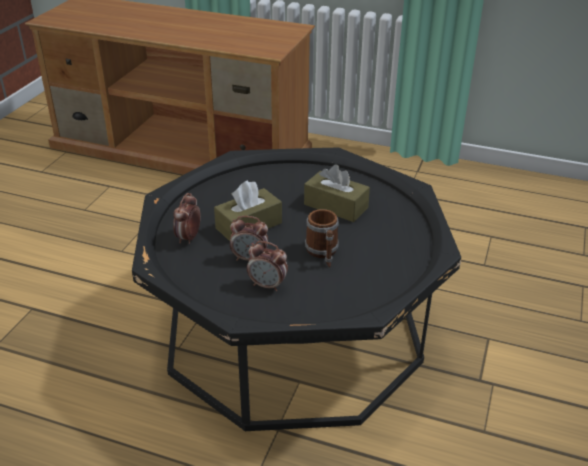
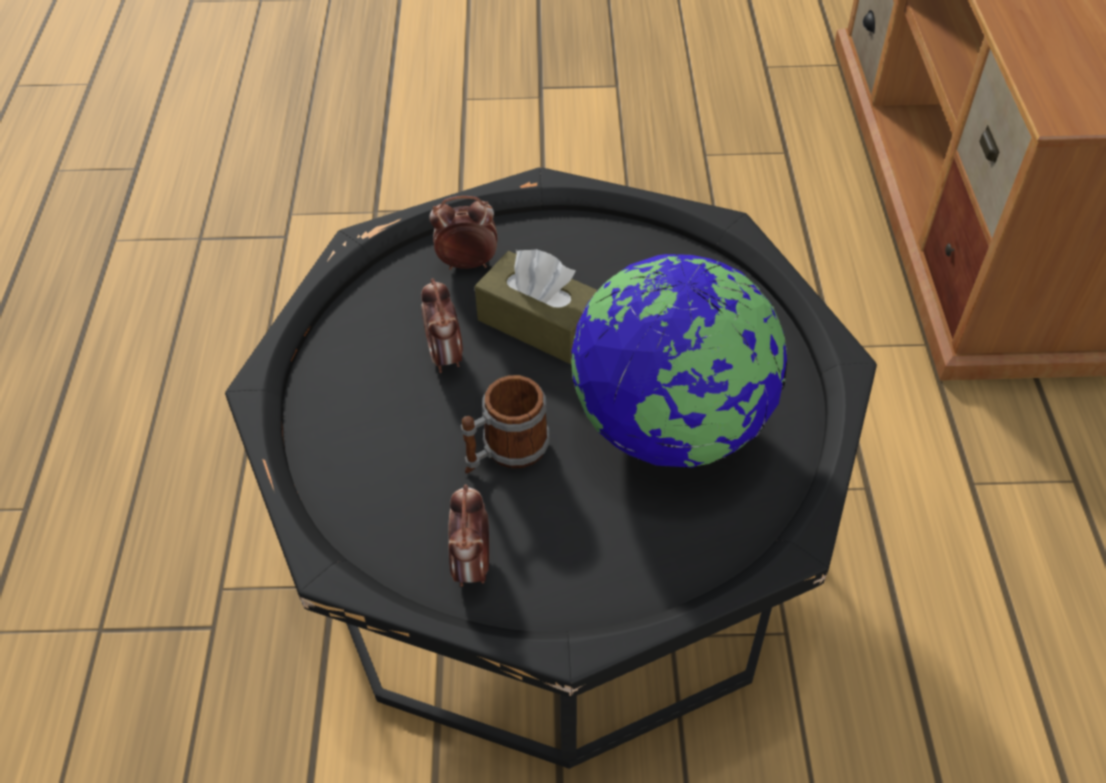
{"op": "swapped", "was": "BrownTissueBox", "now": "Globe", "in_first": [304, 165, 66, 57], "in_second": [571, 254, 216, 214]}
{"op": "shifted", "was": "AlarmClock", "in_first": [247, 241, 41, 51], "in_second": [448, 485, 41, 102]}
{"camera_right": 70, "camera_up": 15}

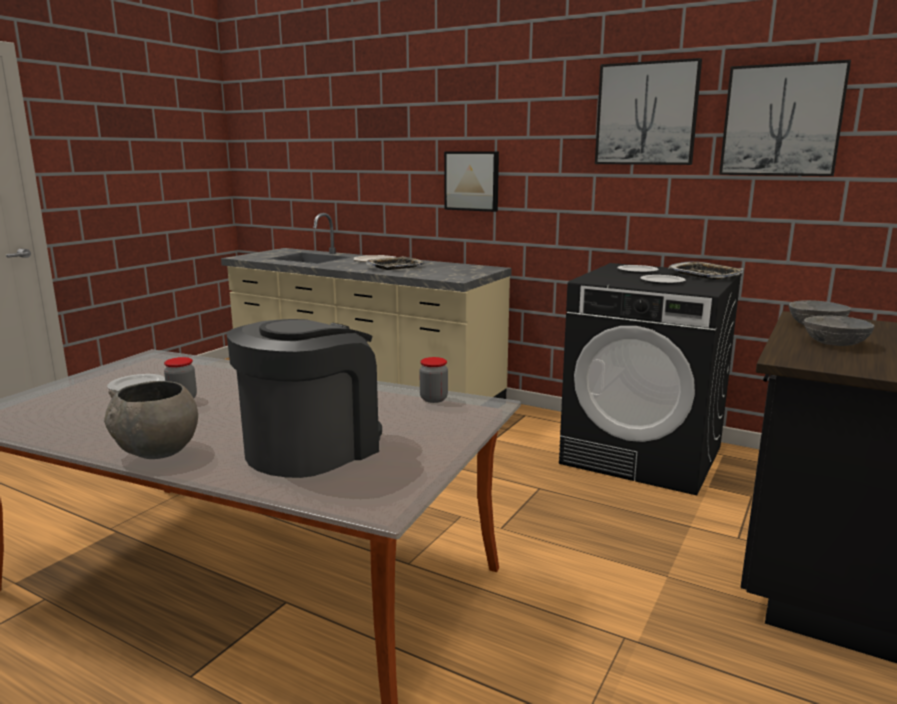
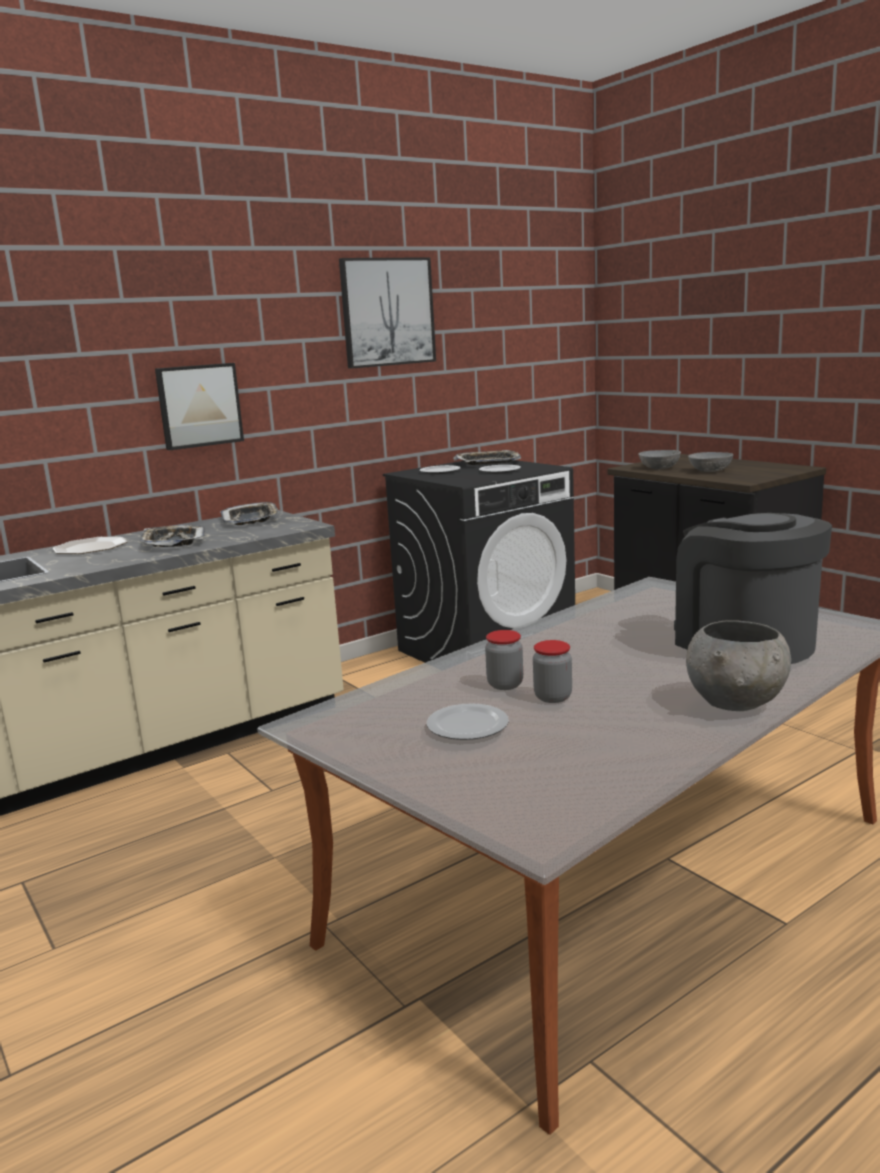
{"op": "gone", "was": "Picture", "in_first": [719, 60, 132, 116]}
{"op": "shifted", "was": "Jar", "in_first": [419, 357, 29, 46], "in_second": [485, 630, 38, 60]}
{"op": "new", "now": "Tray", "in_second": [221, 502, 59, 23]}
{"camera_right": -65, "camera_up": 0}

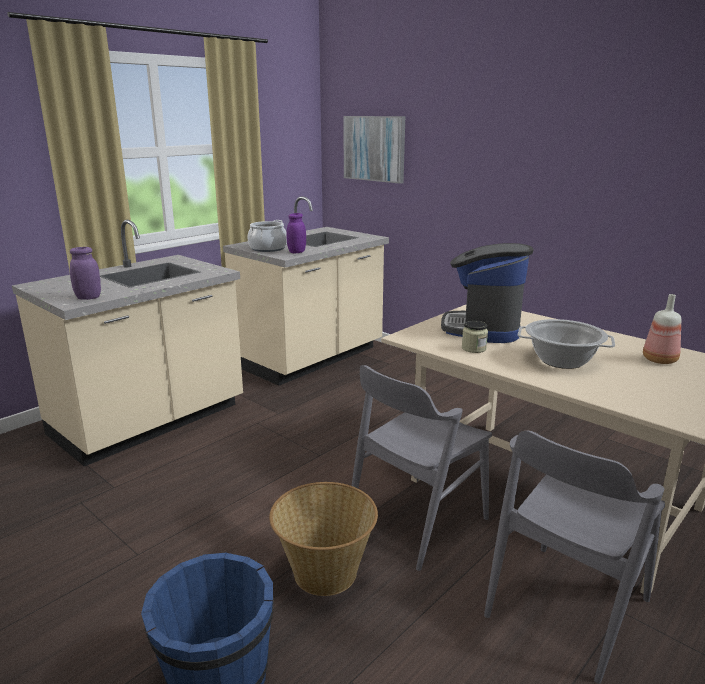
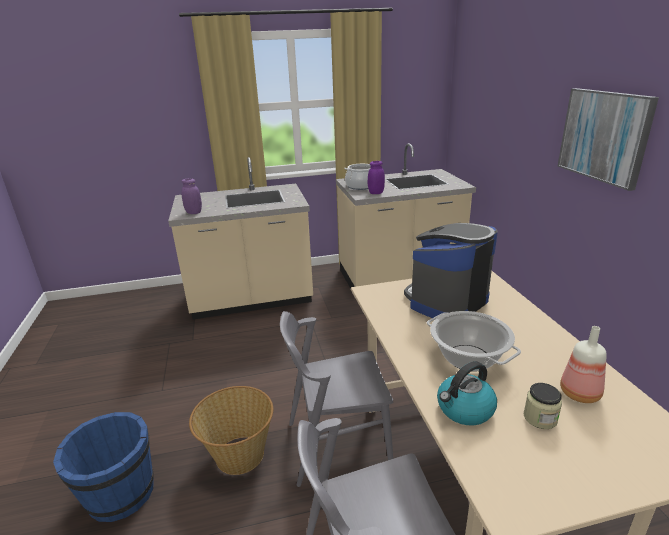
{"op": "shifted", "was": "Picture", "in_first": [343, 116, 62, 68], "in_second": [558, 88, 101, 103]}
{"op": "shifted", "was": "Jar", "in_first": [462, 321, 26, 32], "in_second": [524, 383, 38, 46]}
{"op": "new", "now": "Kettle", "in_second": [437, 361, 60, 64]}
{"camera_right": 35, "camera_up": 5}

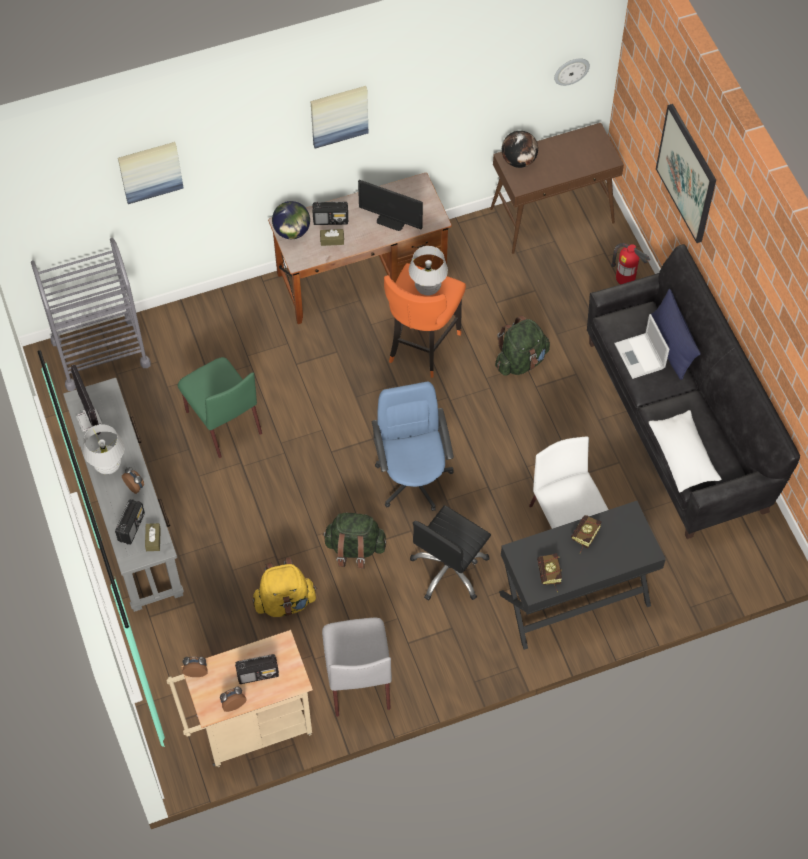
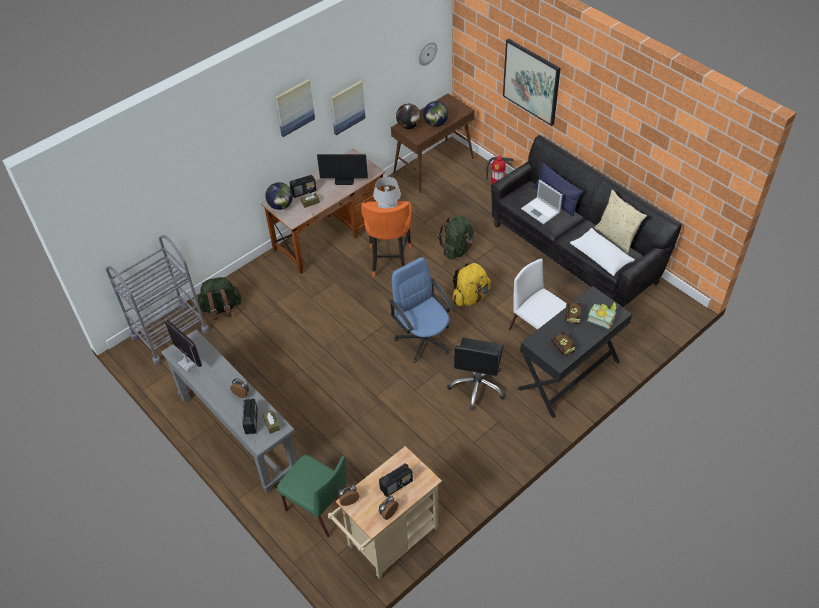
{"op": "shifted", "was": "Picture", "in_first": [118, 142, 66, 62], "in_second": [330, 80, 36, 55]}
{"op": "shifted", "was": "GreenChair", "in_first": [178, 357, 84, 101], "in_second": [277, 454, 70, 84]}
{"op": "gone", "was": "WhiteTableLamp", "in_first": [83, 424, 42, 50]}
{"op": "shifted", "was": "GreenBackpack", "in_first": [323, 512, 64, 56], "in_second": [198, 277, 43, 43]}
{"op": "shifted", "was": "YellowBackpack", "in_first": [253, 557, 64, 60], "in_second": [452, 262, 39, 44]}
{"op": "gone", "was": "GreyChair", "in_first": [322, 618, 70, 99]}
{"op": "new", "now": "Globe", "in_second": [423, 101, 25, 26]}
{"op": "new", "now": "BeigePillow", "in_second": [595, 190, 52, 64]}
{"op": "new", "now": "Book", "in_second": [587, 302, 29, 27]}
{"camera_right": -20, "camera_up": -10}

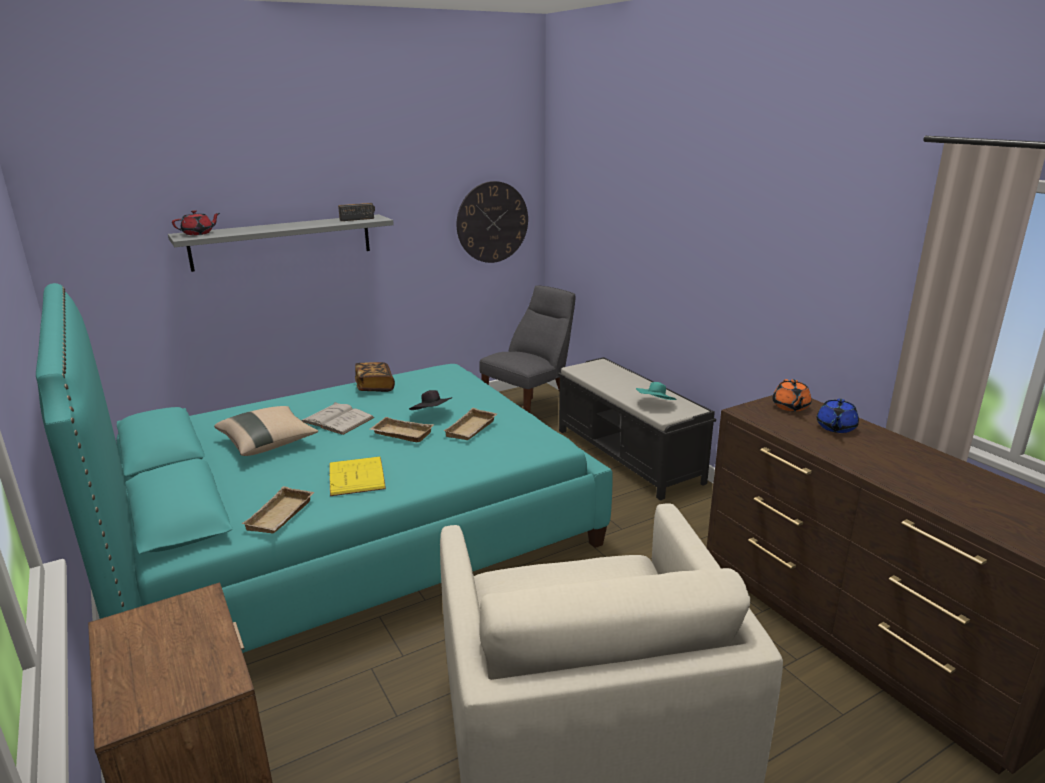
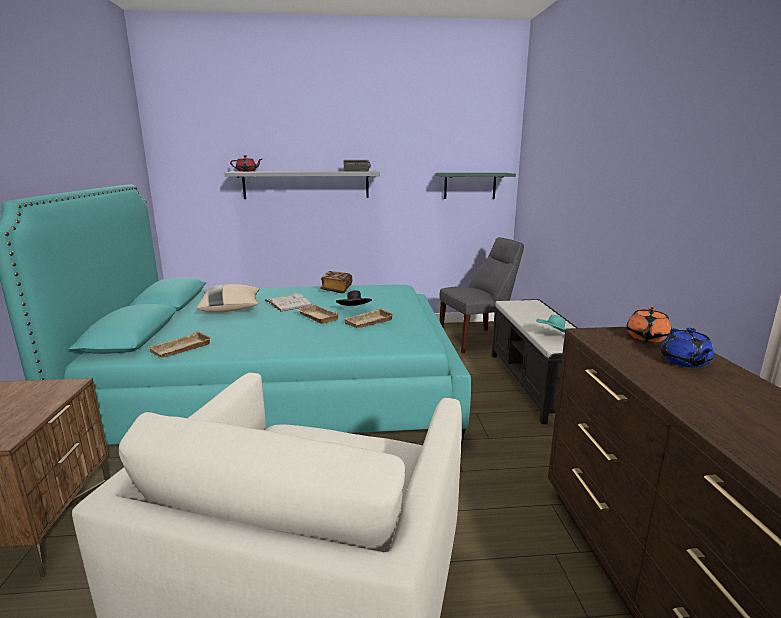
{"op": "swapped", "was": "WallClock", "now": "GreenShelf", "in_first": [457, 181, 71, 82], "in_second": [435, 173, 81, 26]}
{"op": "rotated", "was": "BlueTeapot", "in_first": [817, 398, 42, 35], "in_second": [661, 328, 53, 40], "clockwise": -45}
{"op": "gone", "was": "YellowBook", "in_first": [329, 456, 57, 40]}
{"camera_right": 25, "camera_up": -5}

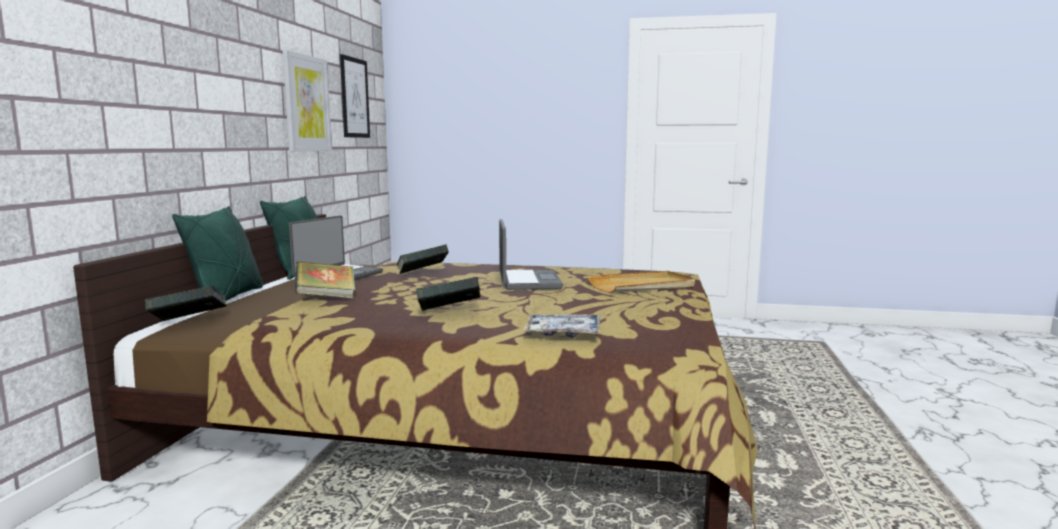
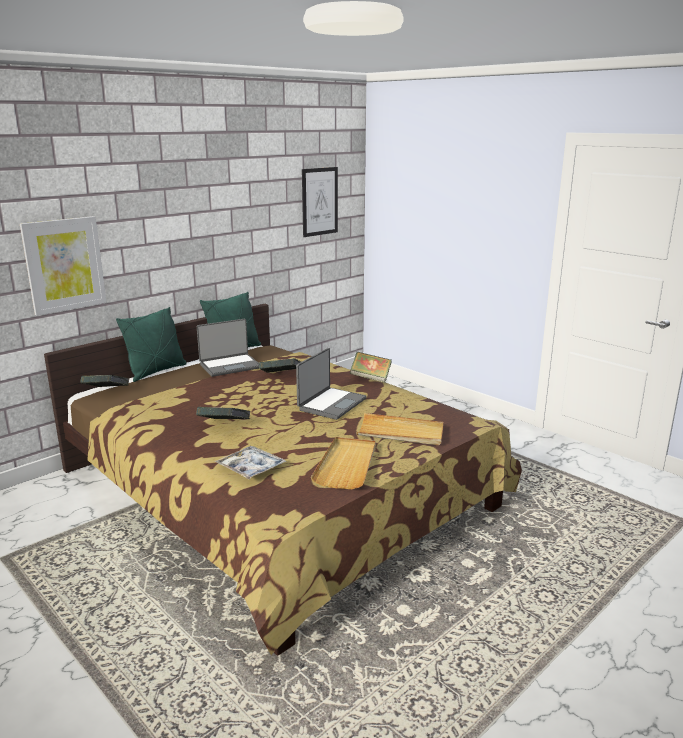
{"op": "shifted", "was": "Picture", "in_first": [282, 50, 50, 102], "in_second": [20, 216, 86, 100]}
{"op": "shifted", "was": "Book", "in_first": [295, 261, 60, 38], "in_second": [350, 351, 42, 32]}
{"op": "new", "now": "BeigeTray", "in_second": [311, 437, 65, 52]}
{"camera_right": 35, "camera_up": 10}

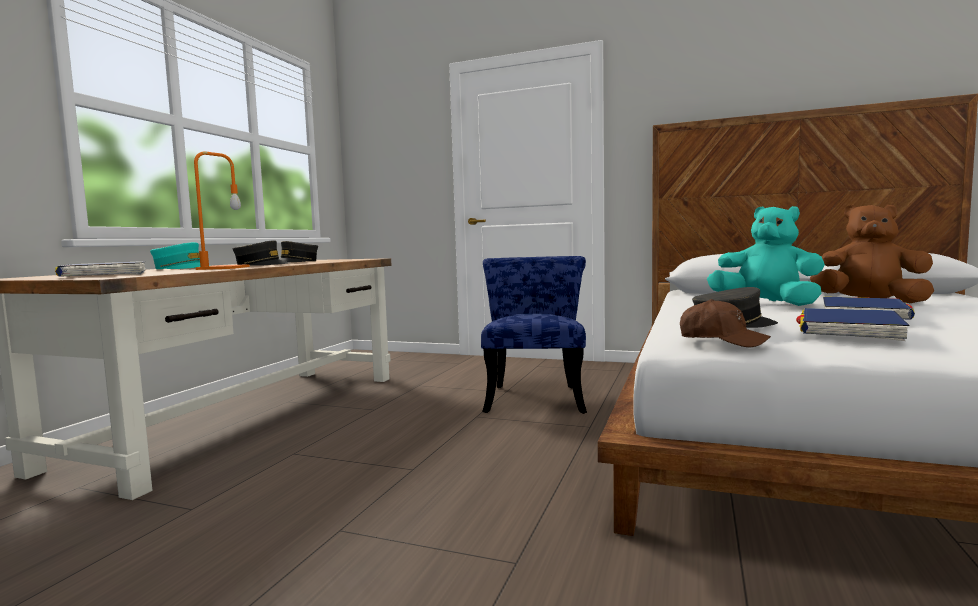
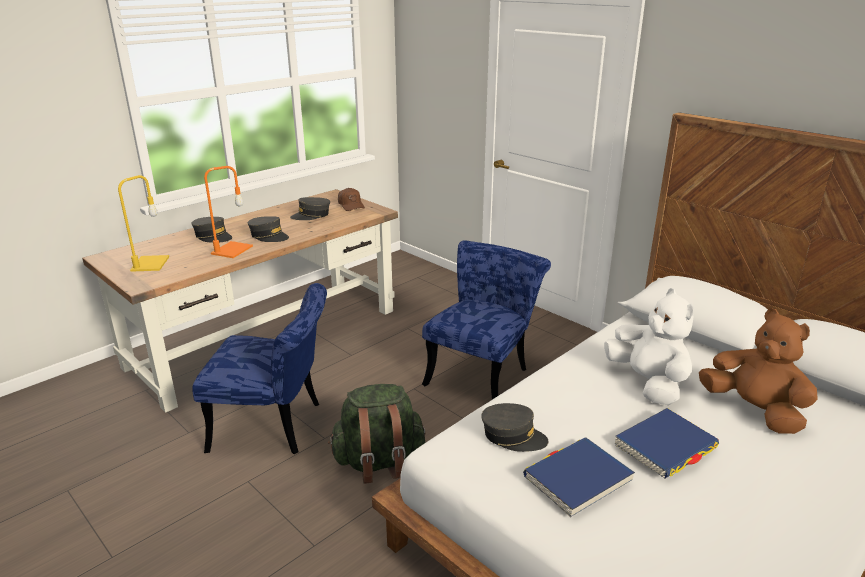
{"op": "repainted", "was": "TurquoisePlushToy", "now": "WhitePlushToy", "in_first": [707, 206, 118, 100], "in_second": [604, 288, 89, 117]}
{"op": "repainted", "was": "TurquoiseCap", "now": "GreyCap", "in_first": [150, 242, 60, 27], "in_second": [192, 217, 40, 26]}
{"op": "swapped", "was": "BlueBook", "now": "YellowTableLamp", "in_first": [55, 261, 91, 16], "in_second": [118, 175, 51, 97]}
{"op": "shifted", "was": "BrownCap", "in_first": [680, 299, 91, 48], "in_second": [338, 188, 27, 23]}
{"op": "new", "now": "BlueChair", "in_second": [192, 283, 135, 171]}
{"op": "new", "now": "GreenBackpack", "in_second": [328, 384, 98, 100]}
{"camera_right": 25, "camera_up": 20}

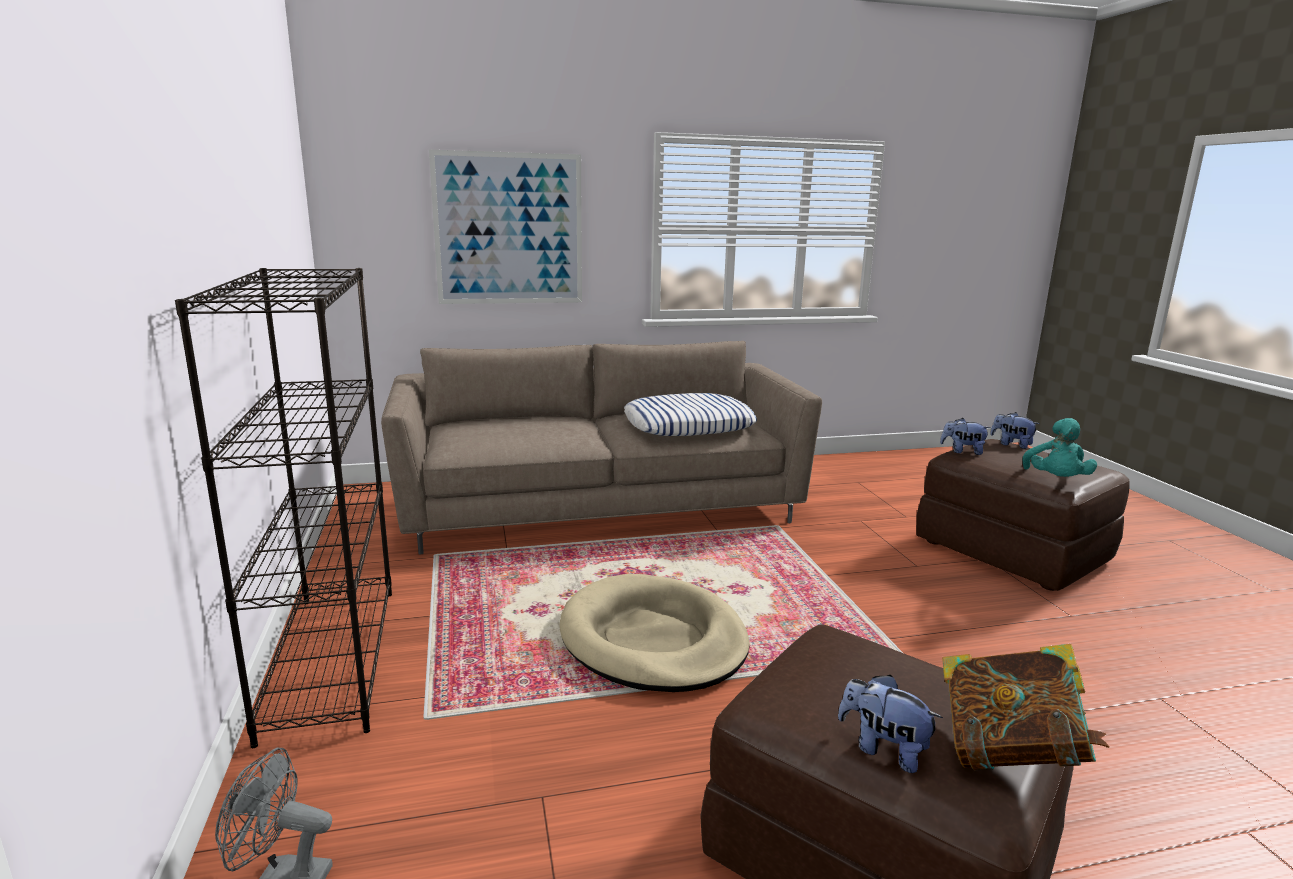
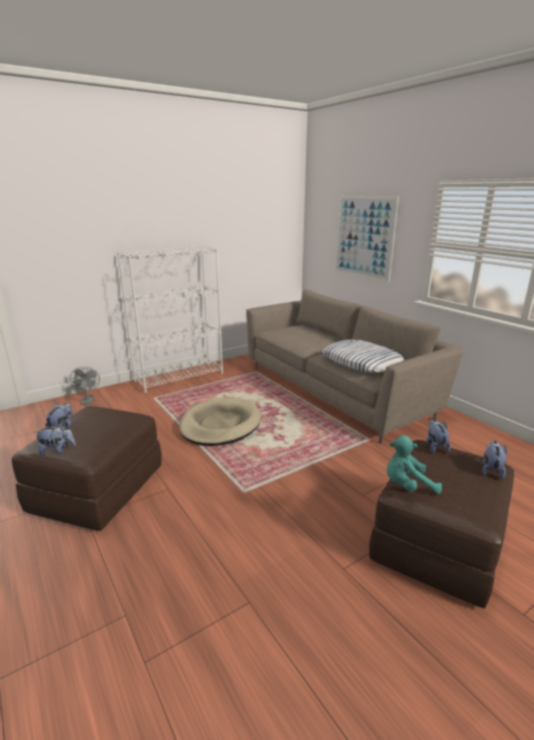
{"op": "repainted", "was": "BlackBookcase", "now": "WhiteBookcase", "in_first": [175, 268, 217, 480], "in_second": [117, 246, 106, 147]}
{"op": "swapped", "was": "Book", "now": "PlushToy", "in_first": [942, 644, 167, 126], "in_second": [35, 424, 41, 31]}
{"camera_right": 70, "camera_up": 5}

